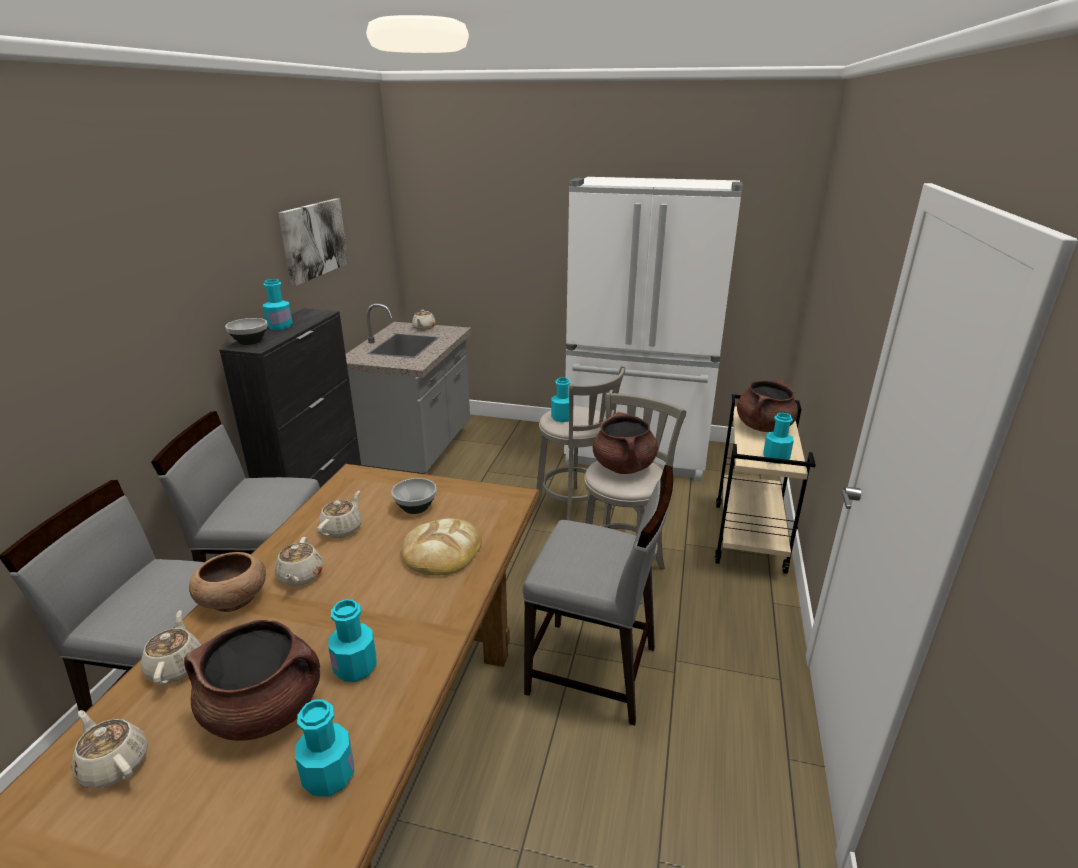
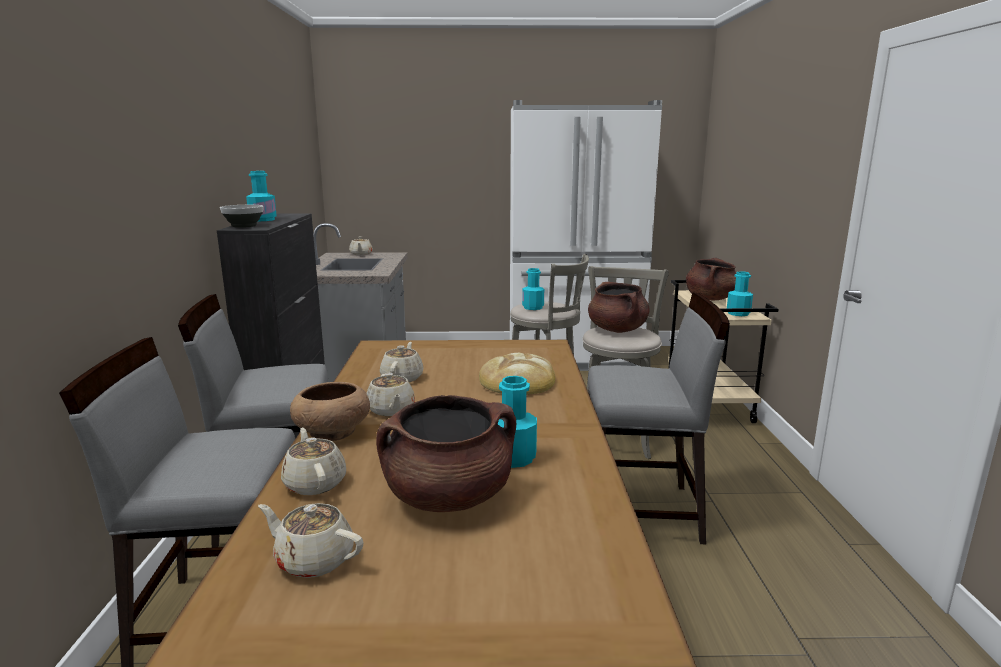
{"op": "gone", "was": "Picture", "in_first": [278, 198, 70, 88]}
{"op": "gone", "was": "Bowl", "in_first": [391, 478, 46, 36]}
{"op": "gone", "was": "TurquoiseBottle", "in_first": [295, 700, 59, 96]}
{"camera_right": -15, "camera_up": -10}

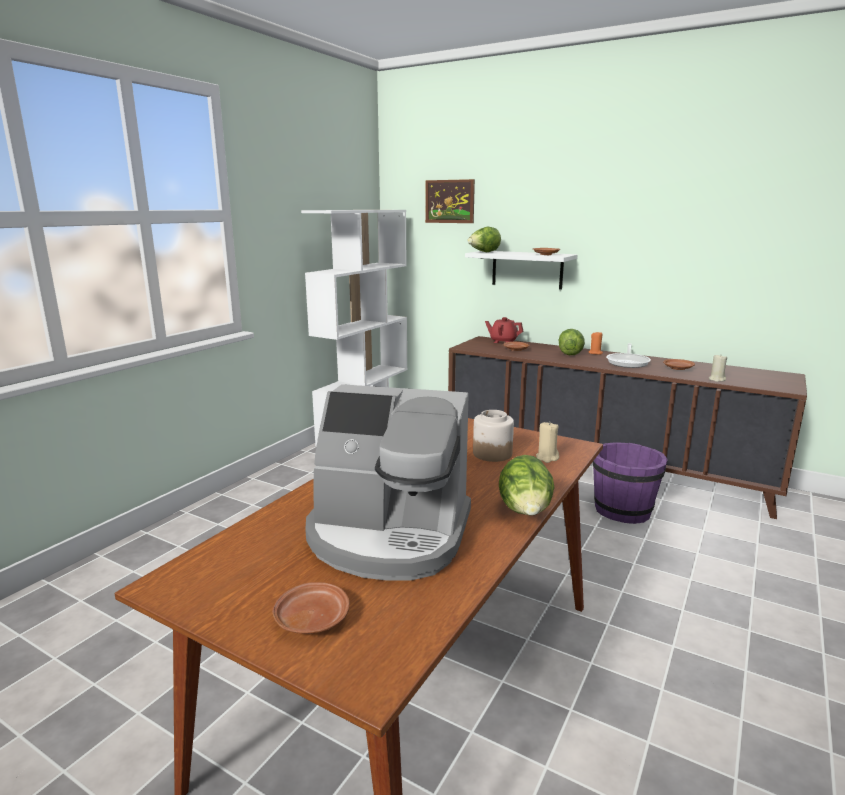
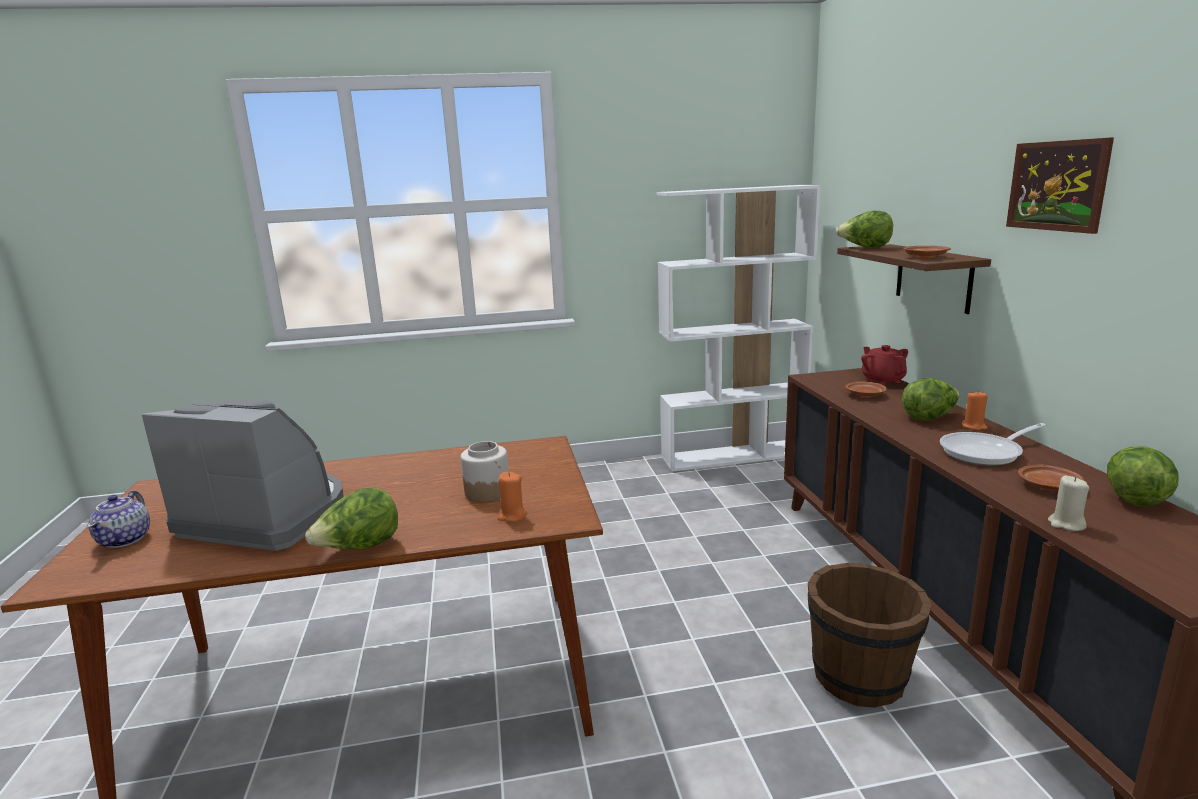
{"op": "shifted", "was": "Picture", "in_first": [425, 179, 50, 44], "in_second": [1006, 137, 108, 97]}
{"op": "repainted", "was": "WhiteShelf", "now": "BrownShelf", "in_first": [465, 251, 112, 39], "in_second": [837, 244, 154, 70]}
{"op": "rotated", "was": "CoffeeMachine", "in_first": [305, 384, 166, 197], "in_second": [142, 399, 202, 152], "clockwise": 135}
{"op": "repainted", "was": "BeigeCandle", "now": "OrangeCandle", "in_first": [536, 421, 23, 42], "in_second": [498, 472, 29, 50]}
{"op": "repainted", "was": "PurpleBucket", "now": "BrownBucket", "in_first": [593, 442, 75, 82], "in_second": [808, 563, 124, 145]}
{"op": "swapped", "was": "BrownPlate", "now": "Teapot", "in_first": [272, 582, 78, 52], "in_second": [87, 491, 63, 57]}
{"op": "new", "now": "Lettuce", "in_second": [1107, 446, 72, 60]}
{"camera_right": 50, "camera_up": 0}

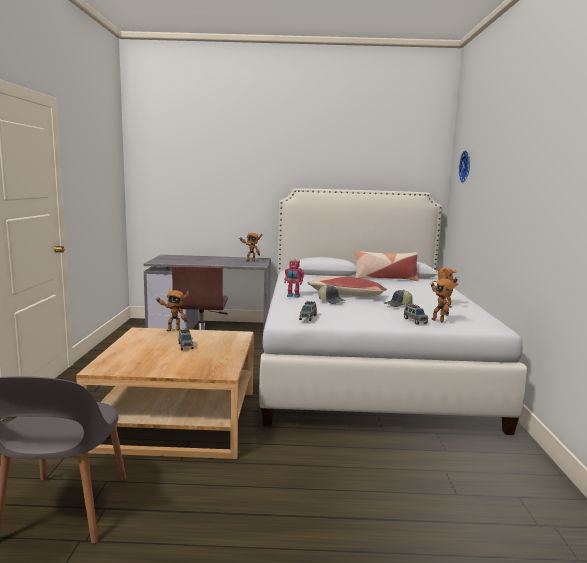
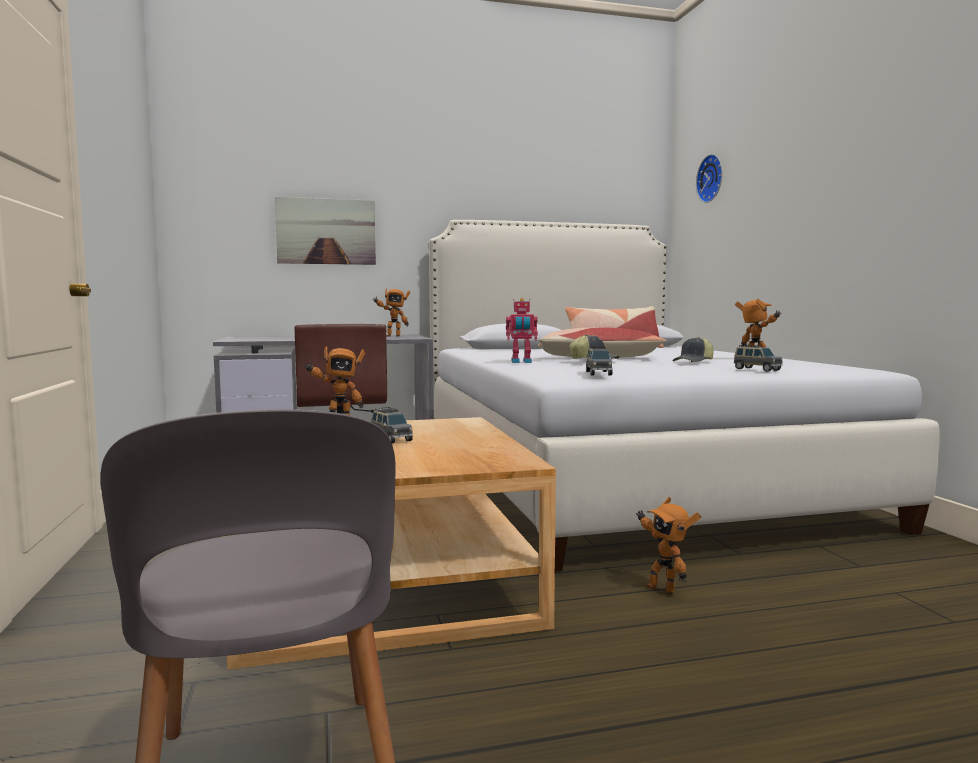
{"op": "shifted", "was": "ToyRobot", "in_first": [431, 276, 27, 46], "in_second": [636, 497, 65, 97]}
{"op": "new", "now": "Picture", "in_second": [275, 197, 101, 68]}
{"camera_right": -15, "camera_up": -5}

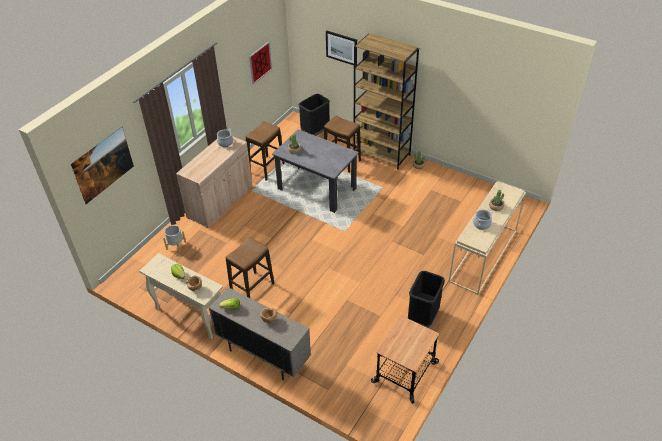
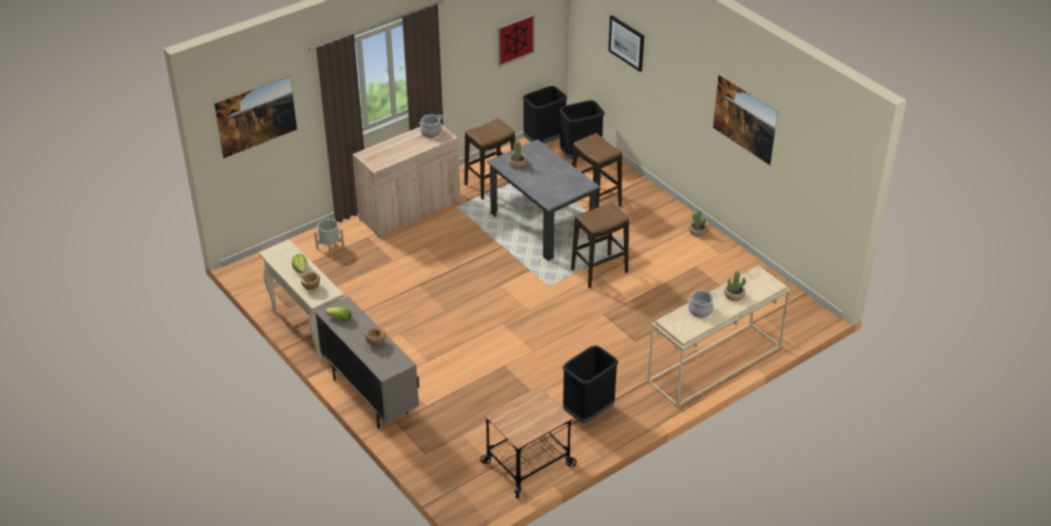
{"op": "gone", "was": "BrownBookcase", "in_first": [353, 33, 66, 137]}
{"op": "shifted", "was": "Stool", "in_first": [226, 237, 49, 61], "in_second": [571, 202, 58, 86]}
{"op": "new", "now": "Picture", "in_second": [713, 75, 65, 90]}
{"op": "new", "now": "BlackTrashCan", "in_second": [522, 86, 45, 58]}
{"camera_right": 20, "camera_up": -5}

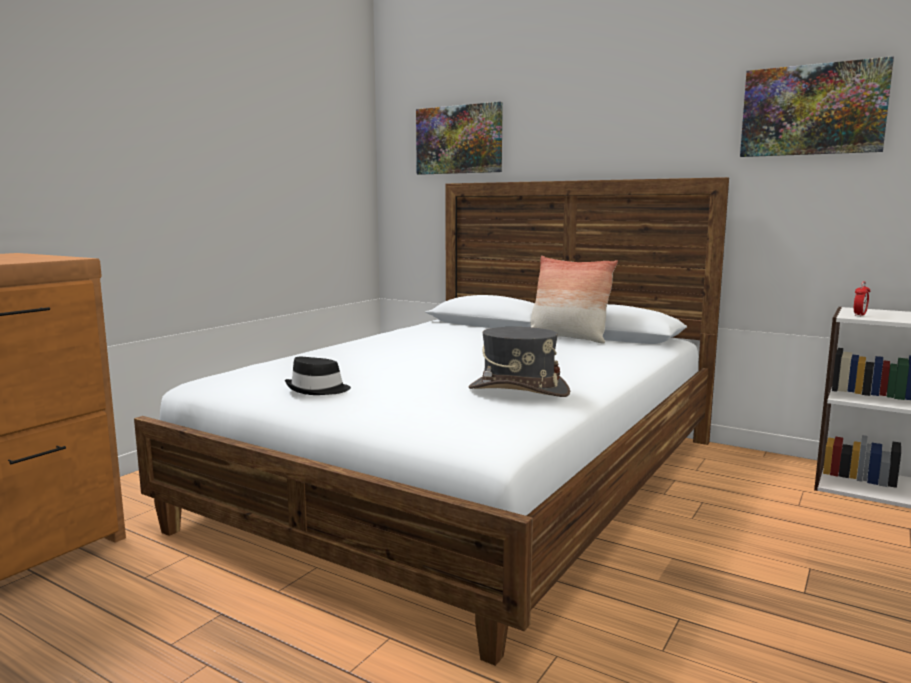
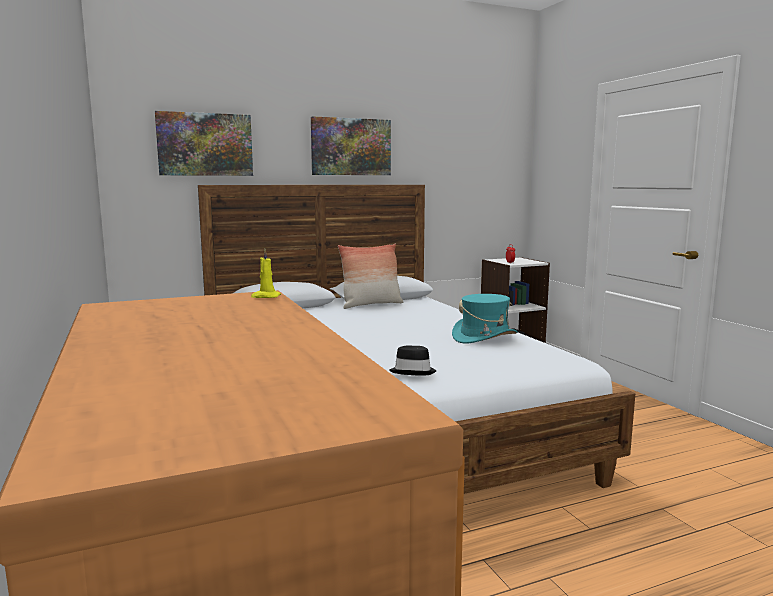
{"op": "shifted", "was": "Picture", "in_first": [740, 56, 154, 101], "in_second": [311, 116, 80, 59]}
{"op": "repainted", "was": "GreyHat", "now": "TurquoiseHat", "in_first": [468, 327, 102, 70], "in_second": [452, 294, 66, 50]}
{"op": "new", "now": "YellowCandle", "in_second": [251, 249, 30, 49]}
{"camera_right": -55, "camera_up": 0}

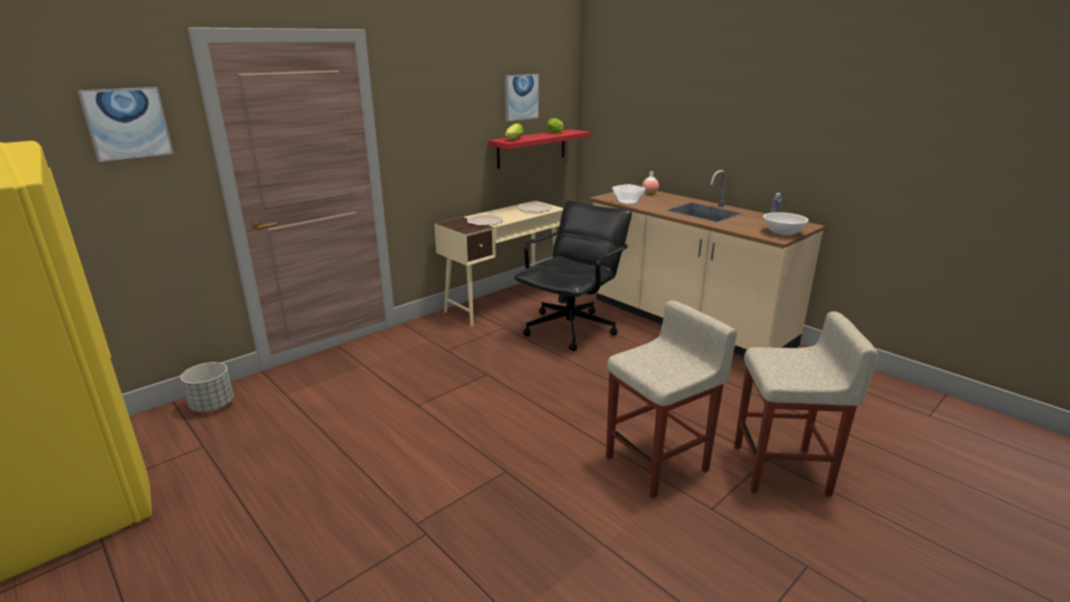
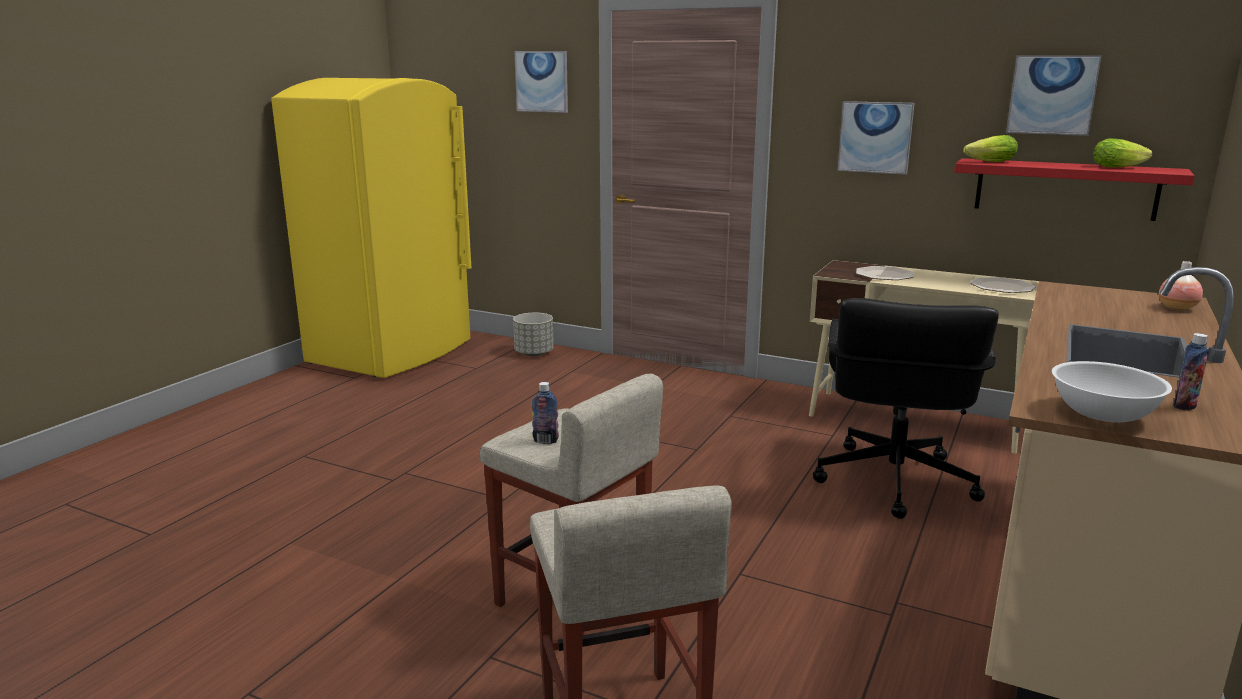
{"op": "gone", "was": "Bowl", "in_first": [612, 184, 34, 21]}
{"op": "rotated", "was": "BlackOfficeChair", "in_first": [514, 200, 118, 151], "in_second": [813, 298, 185, 221], "clockwise": 90}
{"op": "new", "now": "Picture", "in_second": [837, 101, 77, 74]}
{"op": "new", "now": "Bottle", "in_second": [532, 382, 27, 62]}
{"camera_right": 70, "camera_up": -5}

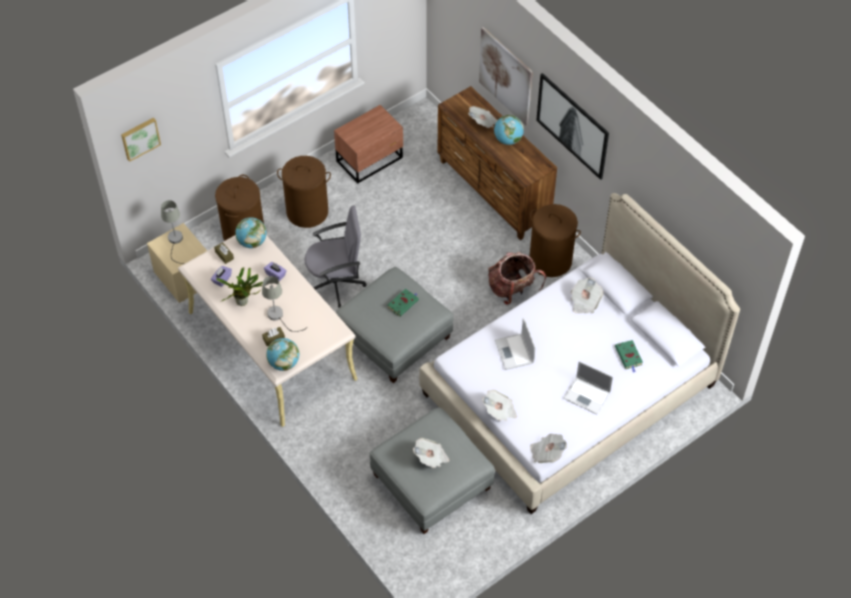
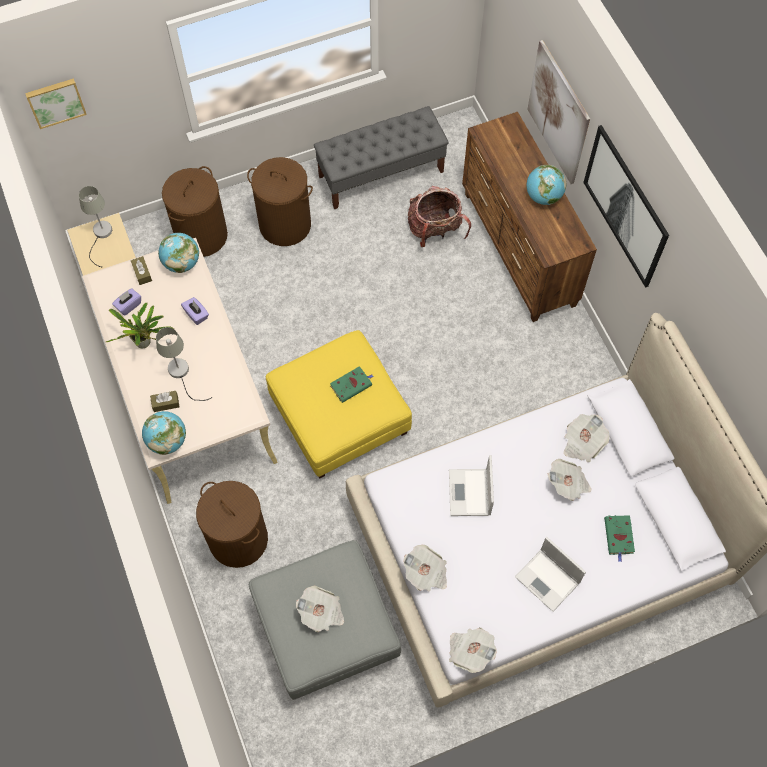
{"op": "swapped", "was": "BrownNightstand", "now": "GreyBench", "in_first": [334, 105, 69, 79], "in_second": [314, 106, 135, 104]}
{"op": "shifted", "was": "Newspaper", "in_first": [468, 106, 30, 22], "in_second": [548, 459, 43, 42]}
{"op": "shifted", "was": "BrownLaundryBasket", "in_first": [529, 204, 52, 73], "in_second": [196, 481, 72, 87]}
{"op": "gone", "was": "GreyOfficeChair", "in_first": [305, 206, 62, 102]}
{"op": "shifted", "was": "Backpack", "in_first": [488, 252, 58, 53], "in_second": [408, 186, 63, 61]}
{"op": "repainted", "was": "GreyOttoman", "now": "YellowOttoman", "in_first": [335, 267, 118, 116], "in_second": [266, 330, 146, 149]}
{"camera_right": 15, "camera_up": 10}

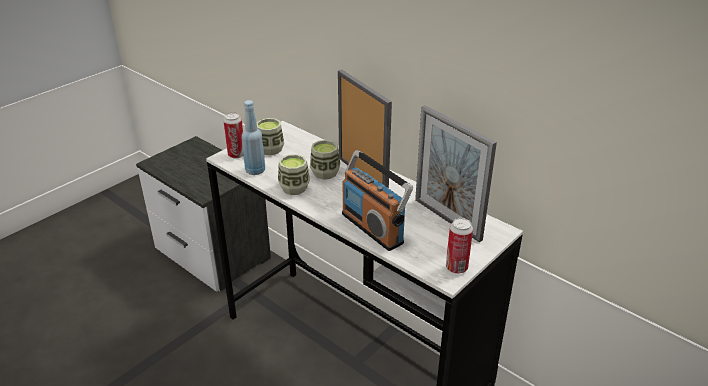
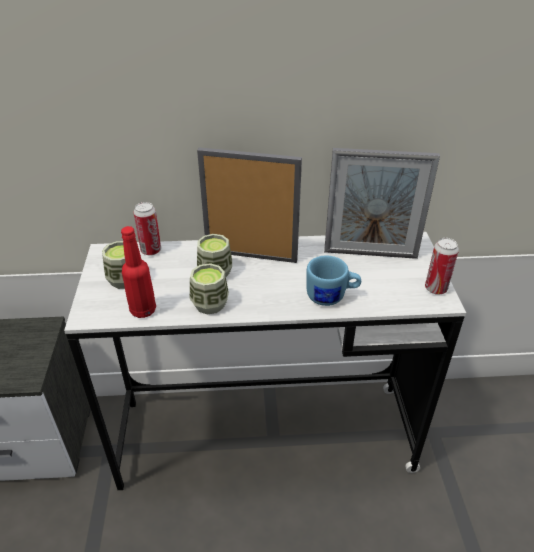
{"op": "repainted", "was": "BlueBottle", "now": "RedBottle", "in_first": [242, 100, 23, 75], "in_second": [121, 226, 35, 92]}
{"op": "shifted", "was": "Can", "in_first": [223, 113, 20, 46], "in_second": [134, 202, 27, 54]}
{"op": "swapped", "was": "Radio", "now": "BlueMug", "in_first": [342, 150, 71, 101], "in_second": [306, 256, 55, 50]}
{"camera_right": -45, "camera_up": 5}

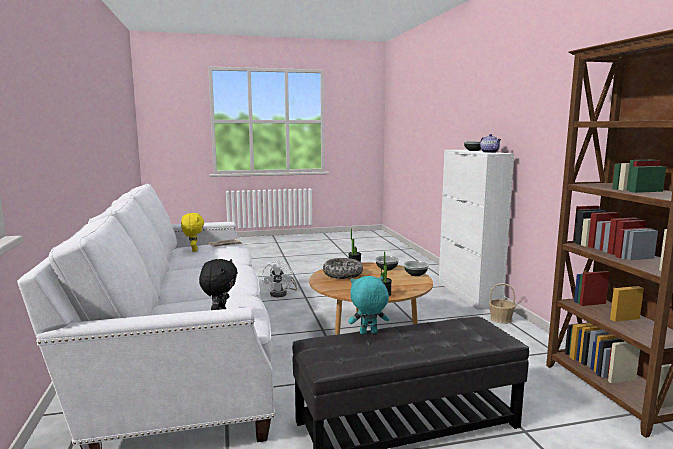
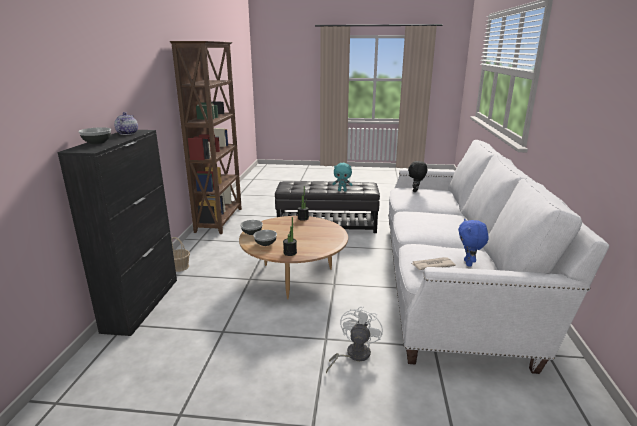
{"op": "repainted", "was": "WhiteCabinet", "now": "BlackCabinet", "in_first": [439, 150, 75, 160], "in_second": [57, 130, 120, 206]}
{"op": "repainted", "was": "YellowPlushToy", "now": "BluePlushToy", "in_first": [181, 213, 23, 39], "in_second": [458, 219, 31, 48]}
{"op": "gone", "was": "Bowl", "in_first": [323, 258, 40, 21]}
{"camera_right": -160, "camera_up": 10}

